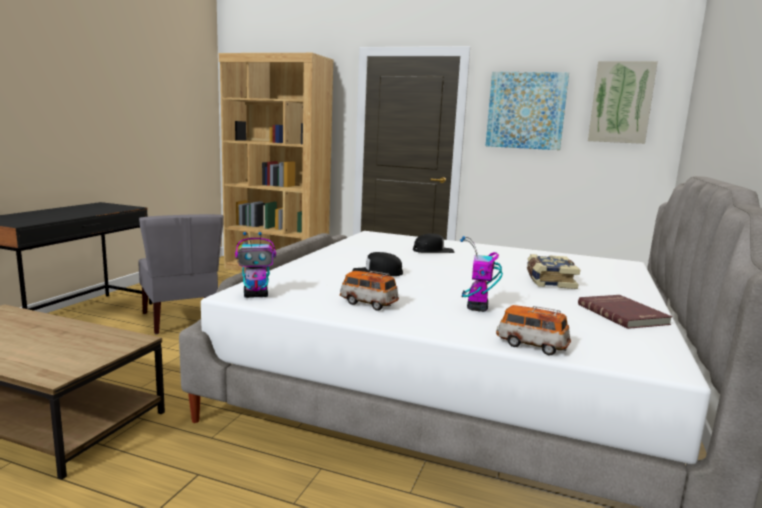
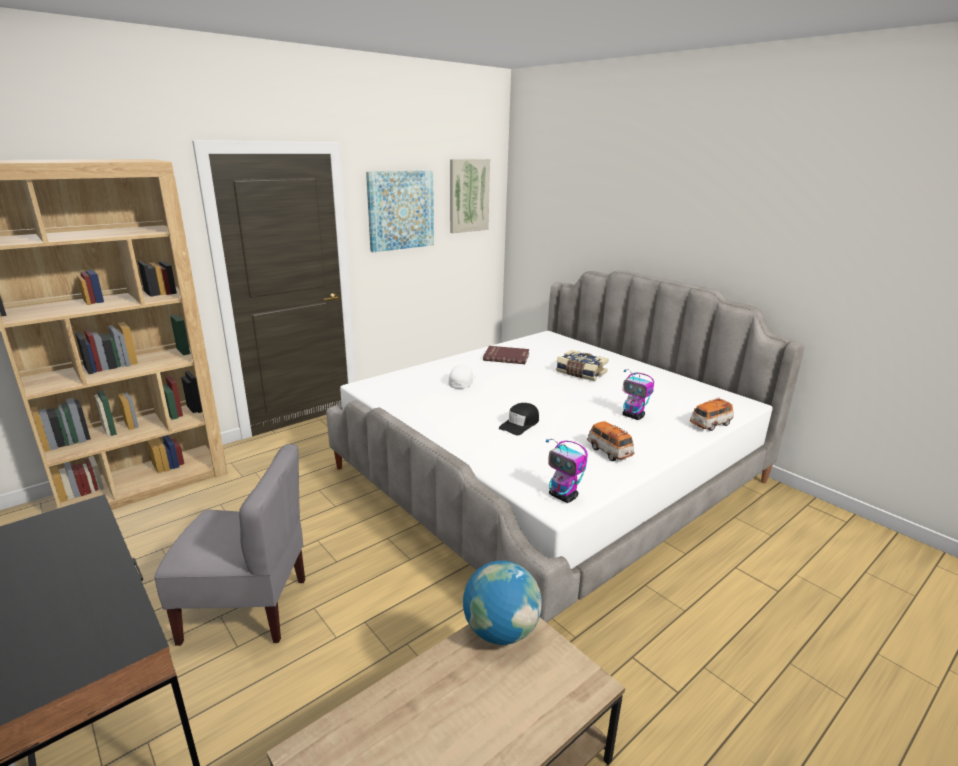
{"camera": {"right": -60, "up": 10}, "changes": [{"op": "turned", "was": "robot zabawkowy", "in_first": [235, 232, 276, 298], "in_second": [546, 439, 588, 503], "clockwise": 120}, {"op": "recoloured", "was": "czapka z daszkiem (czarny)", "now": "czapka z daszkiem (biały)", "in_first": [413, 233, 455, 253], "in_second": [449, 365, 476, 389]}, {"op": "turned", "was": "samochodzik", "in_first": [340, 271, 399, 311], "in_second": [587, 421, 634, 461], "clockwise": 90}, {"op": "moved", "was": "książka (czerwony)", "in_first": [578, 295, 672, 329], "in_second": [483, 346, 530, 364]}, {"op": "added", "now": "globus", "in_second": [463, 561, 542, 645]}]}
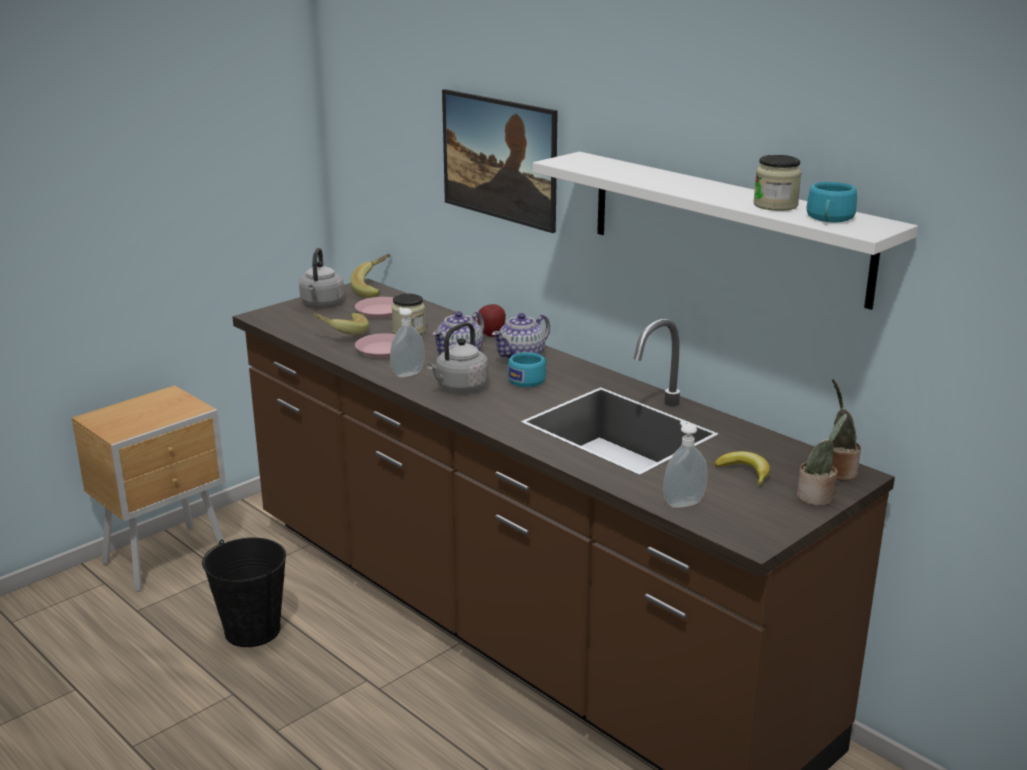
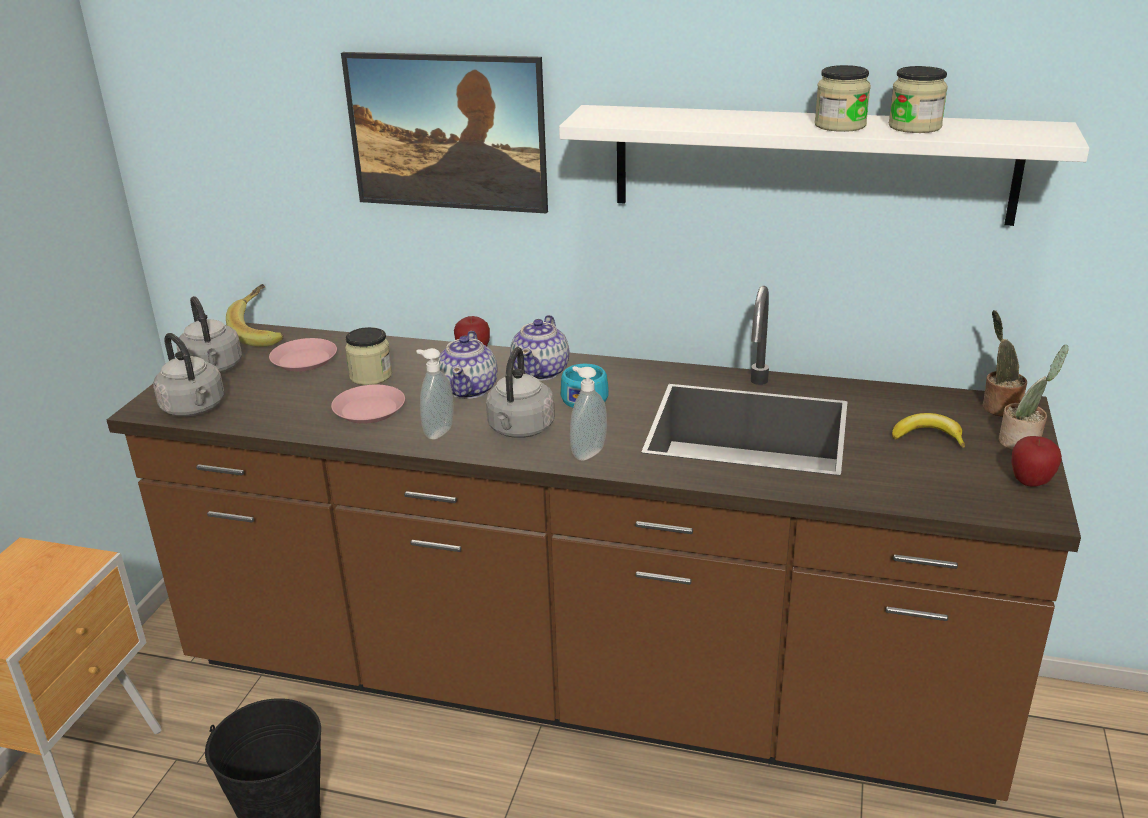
{"camera": {"right": -30, "up": 5}, "changes": [{"op": "removed", "was": "filiżanka (turkusowy)", "in_first": [806, 182, 857, 222]}, {"op": "removed", "was": "banan", "in_first": [309, 311, 369, 335]}, {"op": "moved", "was": "dozownik mydła", "in_first": [663, 421, 708, 508], "in_second": [570, 366, 607, 461]}, {"op": "added", "now": "słoik", "in_second": [815, 65, 871, 132]}, {"op": "added", "now": "czajnik (szary)", "in_second": [153, 333, 224, 416]}, {"op": "added", "now": "jabłko", "in_second": [1011, 436, 1062, 487]}]}
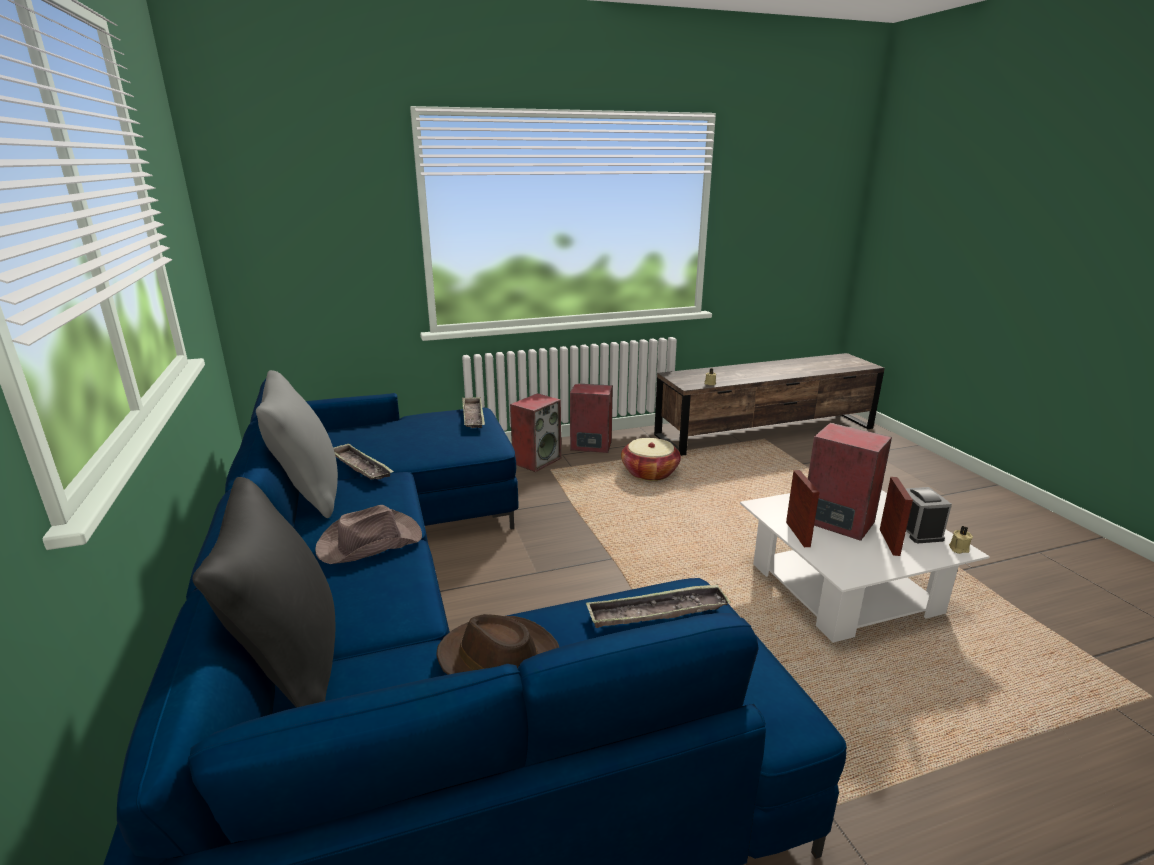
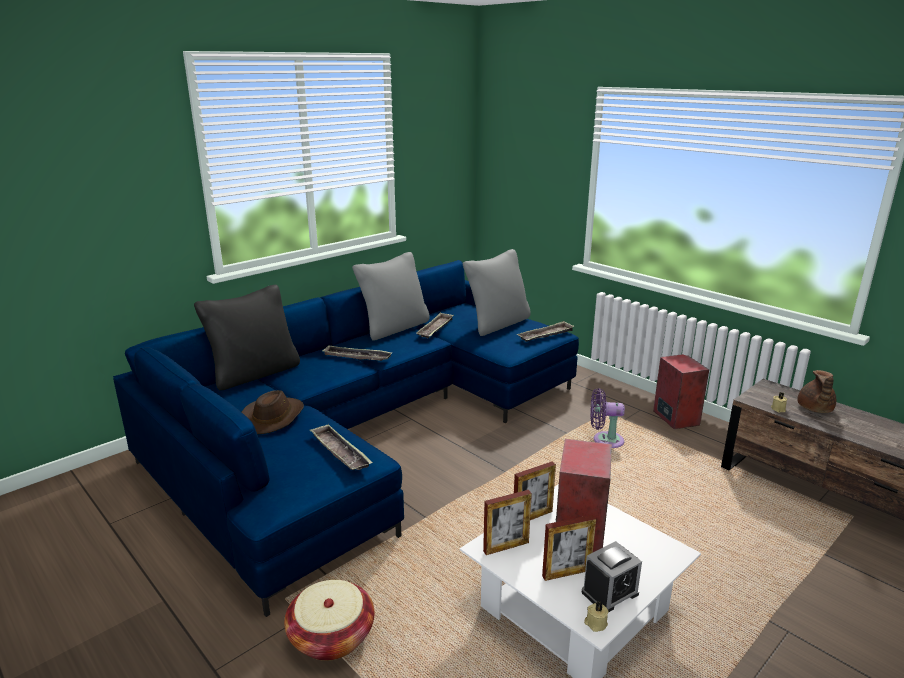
{"camera": {"right": 65, "up": 0}, "changes": [{"op": "removed", "was": "głośnik", "in_first": [510, 393, 561, 472]}, {"op": "moved", "was": "koszyk", "in_first": [621, 438, 681, 481], "in_second": [284, 580, 374, 661]}, {"op": "replaced", "was": "kapelusz (brązowy)", "now": "taca", "in_first": [315, 505, 422, 564], "in_second": [322, 346, 393, 361]}, {"op": "added", "now": "poduszka (szary)", "in_second": [463, 249, 531, 336]}, {"op": "added", "now": "imbryk (brązowy)", "in_second": [797, 370, 836, 413]}, {"op": "added", "now": "wentylator (fioletowy)", "in_second": [590, 388, 625, 448]}, {"op": "added", "now": "ramka na zdjęcie", "in_second": [483, 490, 532, 555]}]}
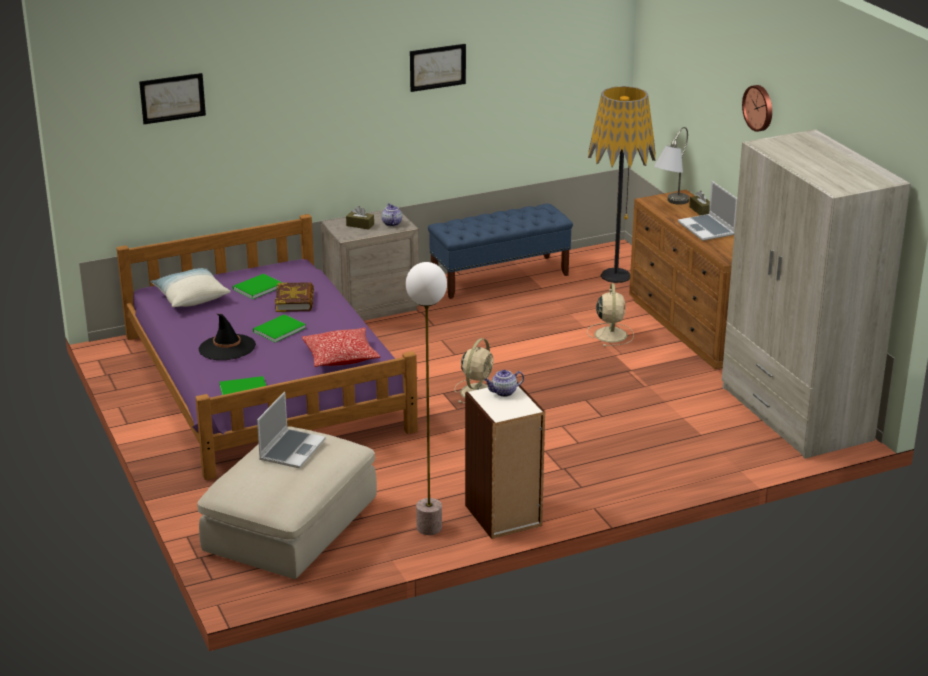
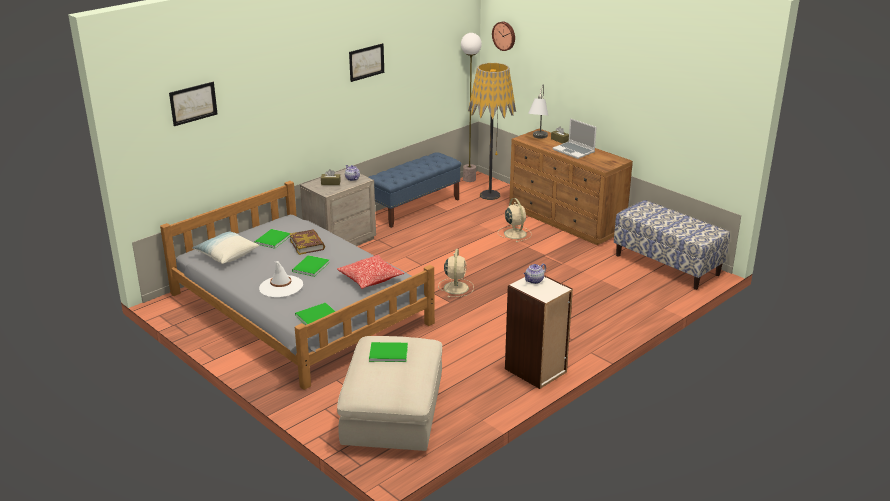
{"camera": {"right": -20, "up": 0}, "changes": [{"op": "moved", "was": "zegar ścienny", "in_first": [742, 85, 772, 132], "in_second": [492, 22, 515, 51]}, {"op": "replaced", "was": "szafa (beżowy)", "now": "ławka", "in_first": [722, 129, 911, 459], "in_second": [614, 200, 730, 290]}, {"op": "recoloured", "was": "łóżko (fioletowy)", "now": "łóżko (szary)", "in_first": [116, 214, 418, 480], "in_second": [160, 181, 435, 390]}, {"op": "moved", "was": "lampa stojąca", "in_first": [406, 262, 447, 535], "in_second": [461, 33, 482, 182]}, {"op": "recoloured", "was": "kapelusz (czarny)", "now": "kapelusz (biały)", "in_first": [199, 314, 256, 360], "in_second": [259, 261, 303, 297]}, {"op": "replaced", "was": "laptop", "now": "książka (zielony)", "in_first": [257, 392, 326, 468], "in_second": [369, 342, 408, 362]}]}
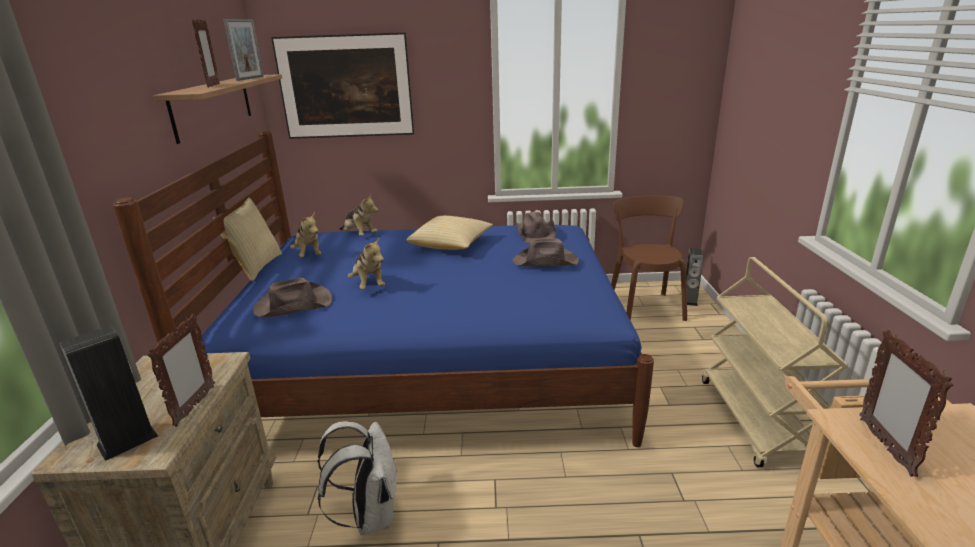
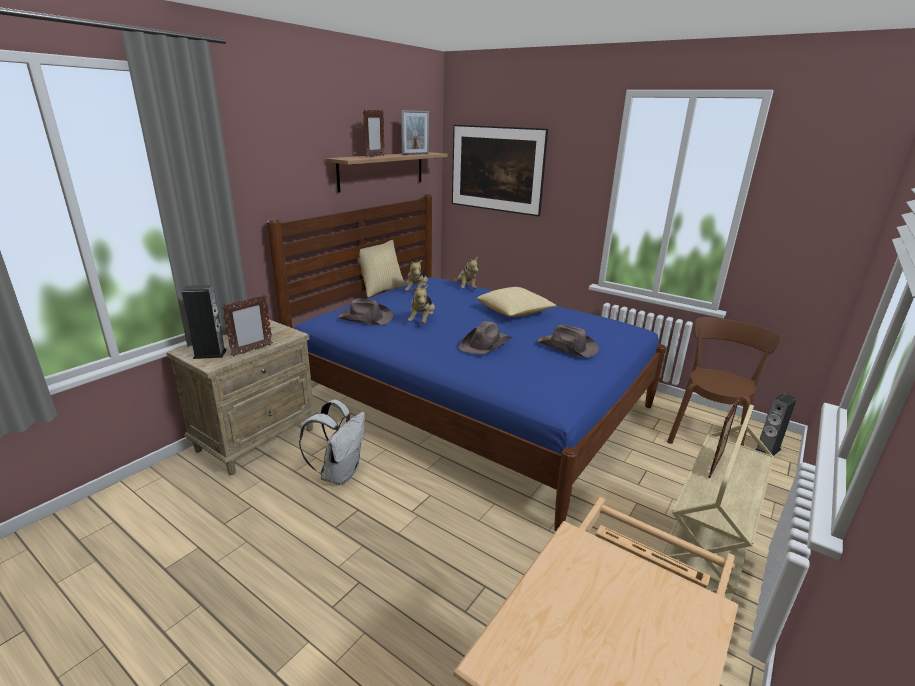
{"camera": {"right": 35, "up": 0}, "changes": [{"op": "moved", "was": "kapelusz (brązowy)", "in_first": [515, 212, 556, 243], "in_second": [458, 321, 512, 354]}, {"op": "moved", "was": "ramka na zdjęcie", "in_first": [859, 330, 953, 477], "in_second": [709, 396, 740, 478]}]}
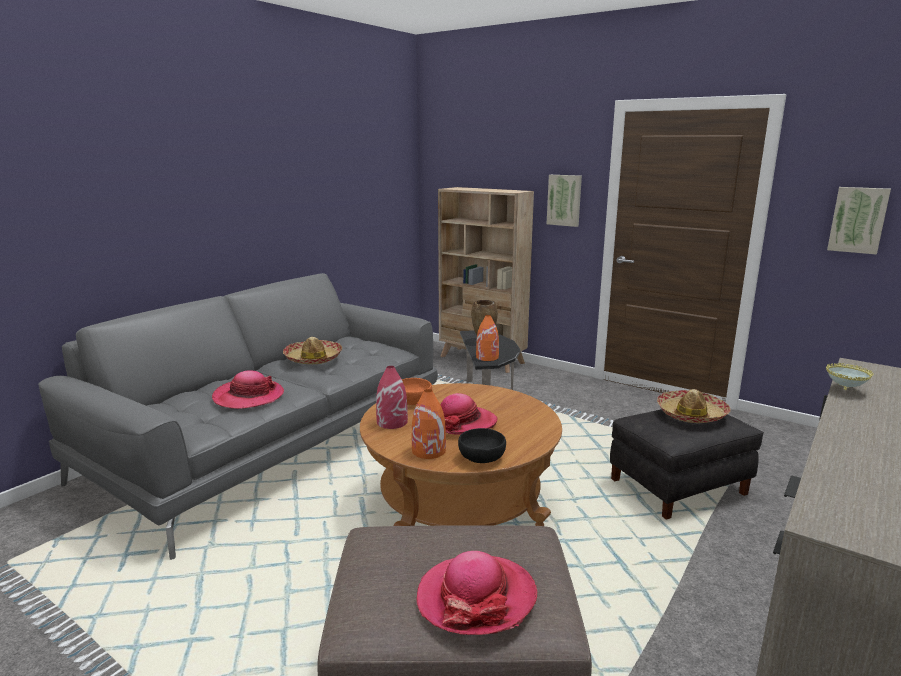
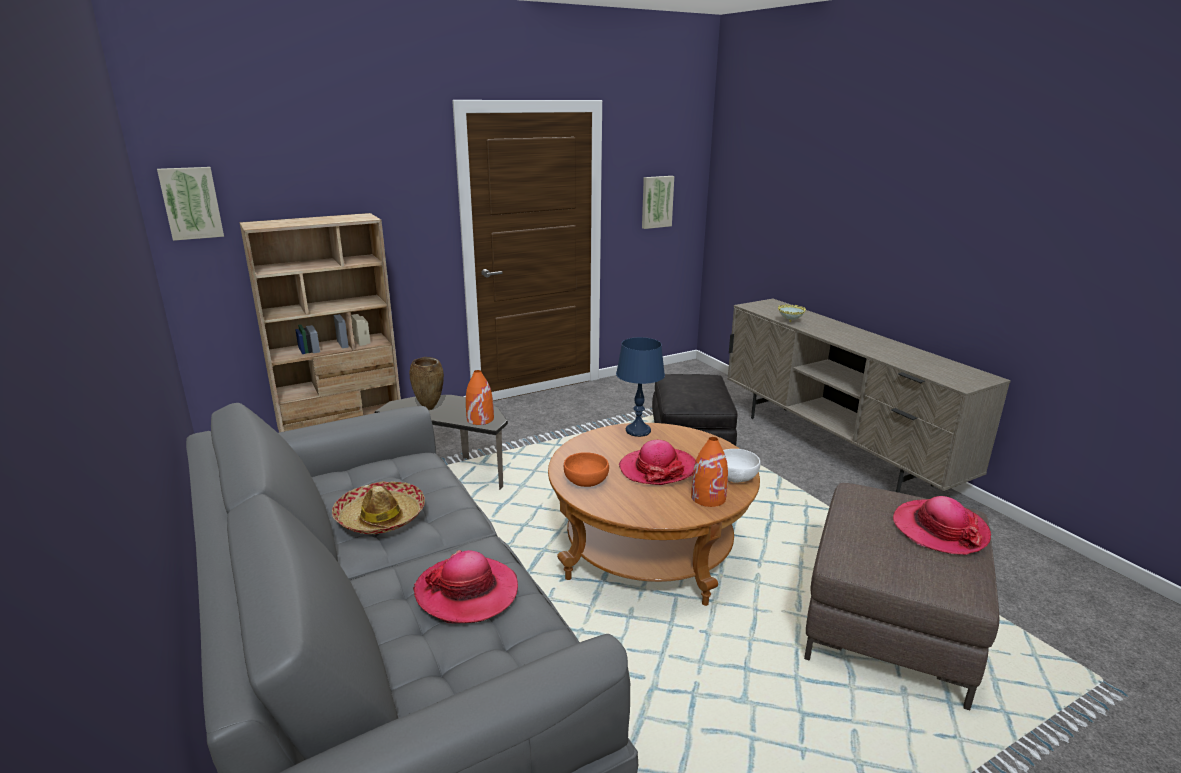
{"camera": {"right": -65, "up": 5}, "changes": [{"op": "moved", "was": "obraz", "in_first": [547, 175, 582, 227], "in_second": [157, 167, 224, 241]}, {"op": "removed", "was": "wazon (czerwony)", "in_first": [376, 366, 408, 429]}, {"op": "removed", "was": "kapelusz", "in_first": [657, 389, 731, 423]}, {"op": "recoloured", "was": "miska (czarny)", "now": "miska (biały)", "in_first": [458, 428, 506, 463], "in_second": [723, 449, 761, 483]}, {"op": "added", "now": "lampa stołowa (niebieski)", "in_second": [616, 337, 665, 437]}]}
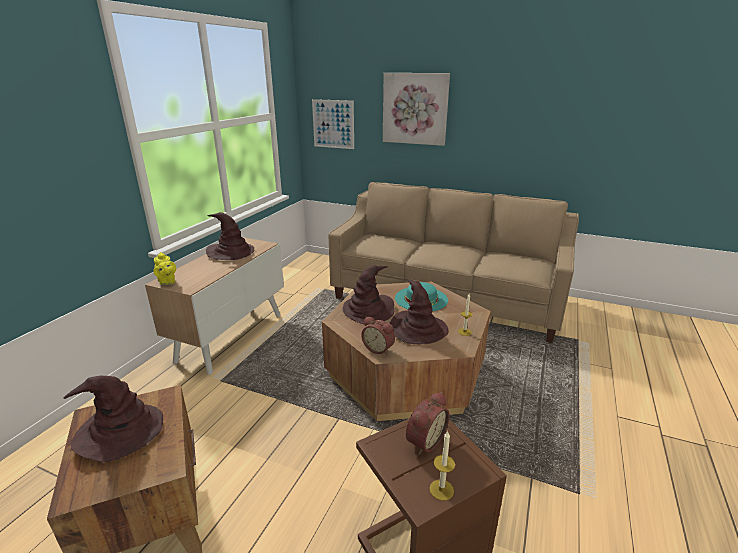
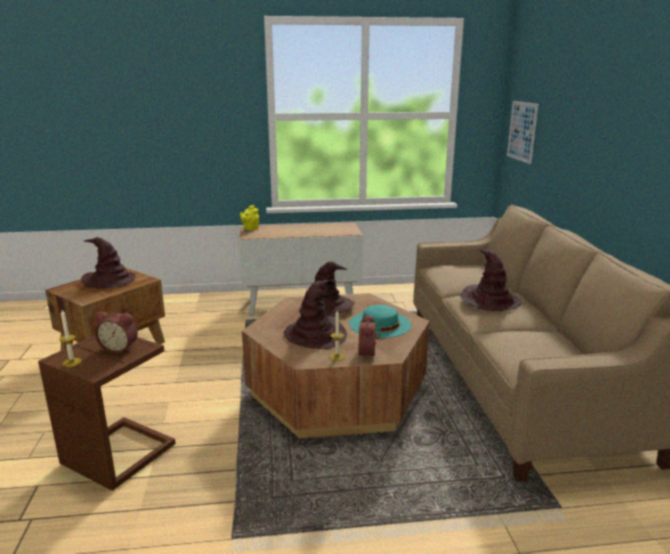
{"camera": {"right": 60, "up": -5}, "changes": [{"op": "removed", "was": "obraz", "in_first": [383, 73, 450, 146]}, {"op": "moved", "was": "kapelusz (brązowy)", "in_first": [206, 212, 254, 260], "in_second": [460, 250, 522, 311]}, {"op": "moved", "was": "budzik", "in_first": [362, 317, 395, 355], "in_second": [359, 314, 380, 360]}]}
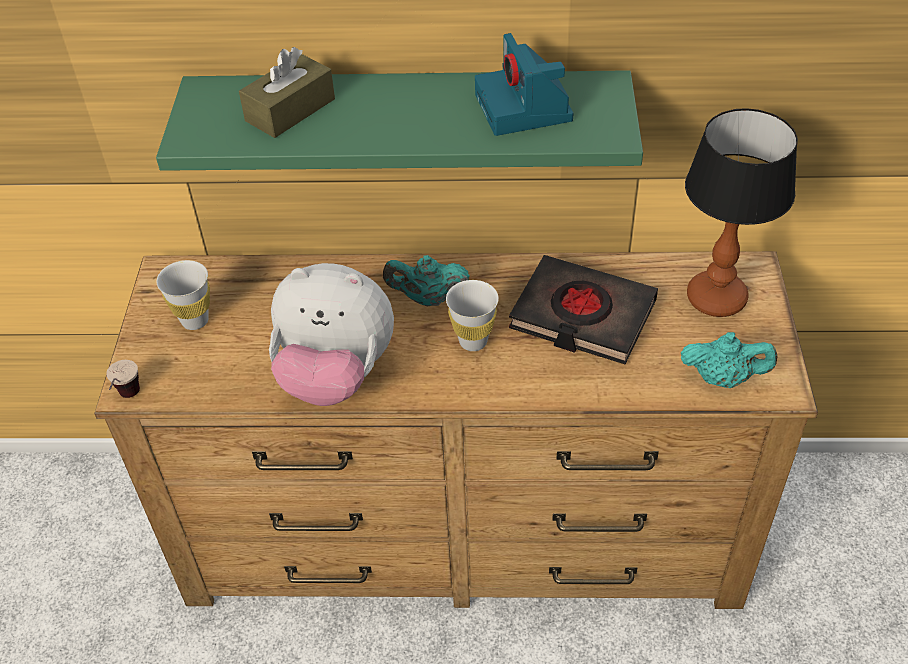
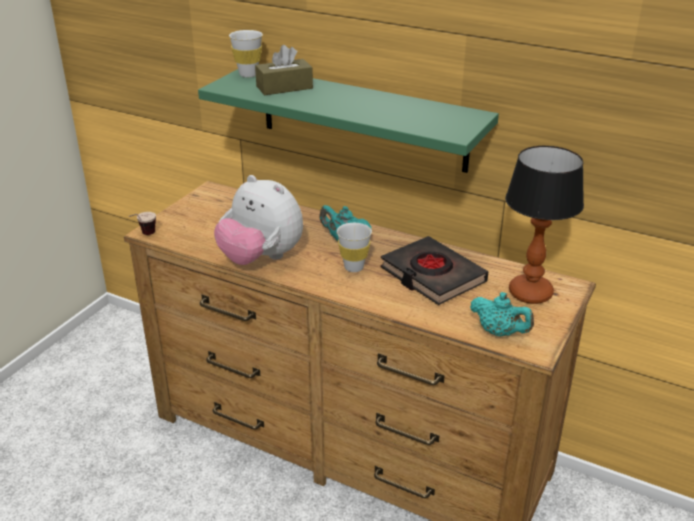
{"camera": {"right": 25, "up": -15}, "changes": [{"op": "removed", "was": "aparat fotograficzny", "in_first": [475, 33, 573, 136]}, {"op": "moved", "was": "filiżanka (biały)", "in_first": [156, 260, 210, 330], "in_second": [229, 30, 263, 77]}]}
